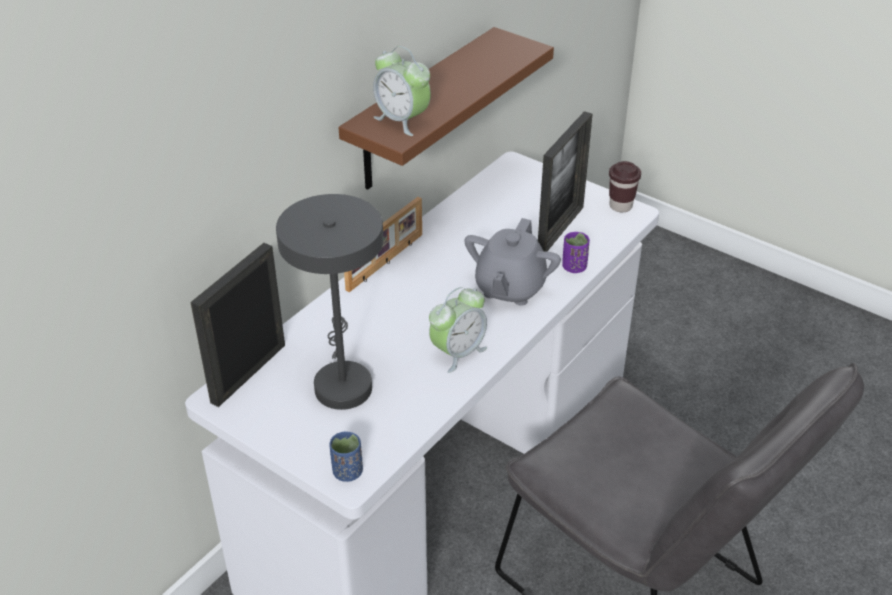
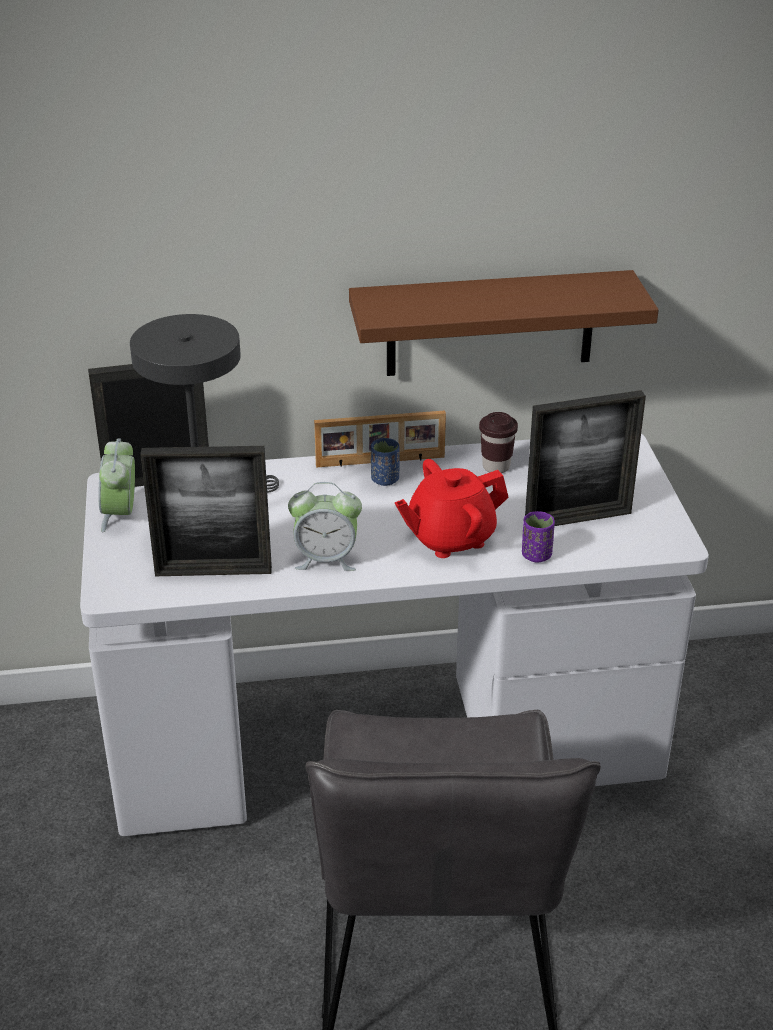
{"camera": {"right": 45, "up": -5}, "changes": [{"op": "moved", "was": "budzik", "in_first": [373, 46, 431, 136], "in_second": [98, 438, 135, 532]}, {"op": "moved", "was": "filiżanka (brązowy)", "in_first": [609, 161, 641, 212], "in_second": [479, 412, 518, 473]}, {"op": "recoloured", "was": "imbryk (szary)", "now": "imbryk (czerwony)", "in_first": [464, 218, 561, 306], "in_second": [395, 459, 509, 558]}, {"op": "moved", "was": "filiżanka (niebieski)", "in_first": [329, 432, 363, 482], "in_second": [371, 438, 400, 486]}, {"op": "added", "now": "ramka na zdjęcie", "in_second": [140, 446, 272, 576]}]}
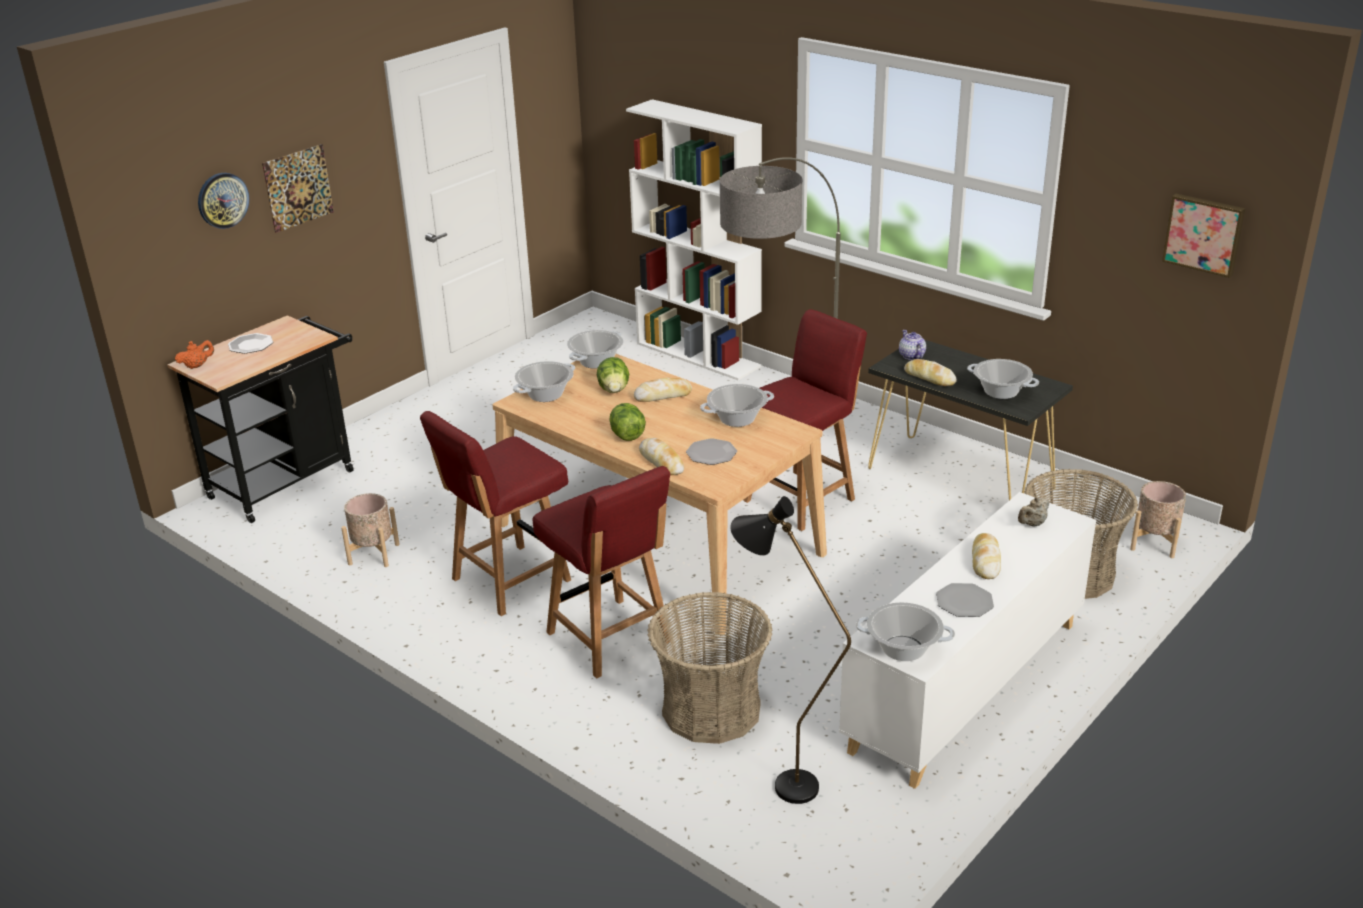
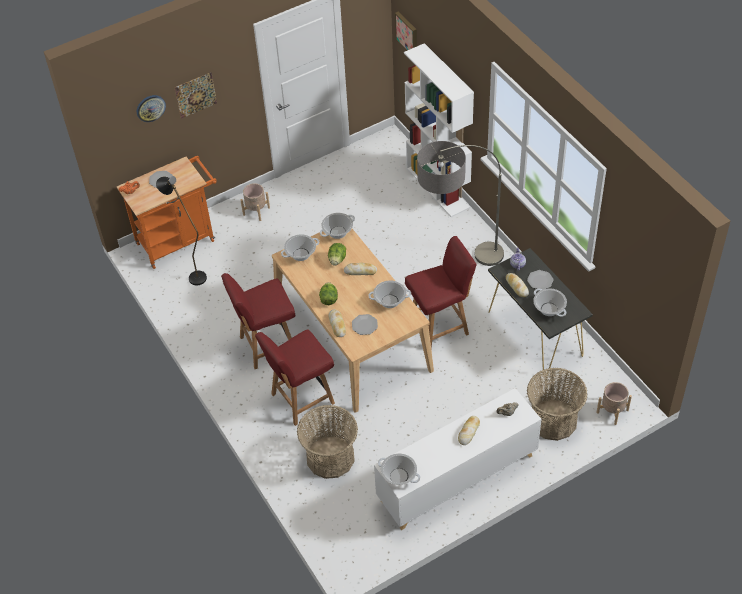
{"camera": {"right": 20, "up": 20}, "changes": [{"op": "moved", "was": "obraz", "in_first": [1162, 194, 1245, 278], "in_second": [395, 11, 417, 51]}, {"op": "recoloured", "was": "wózek (czarny)", "now": "wózek (pomarańczowy)", "in_first": [167, 315, 355, 523], "in_second": [117, 156, 217, 269]}, {"op": "turned", "was": "krzesło (czerwony)", "in_first": [533, 466, 670, 678], "in_second": [255, 330, 335, 426], "clockwise": 75}, {"op": "moved", "was": "donica (beżowy)", "in_first": [341, 493, 400, 567], "in_second": [241, 183, 270, 221]}, {"op": "moved", "was": "lampa stojąca (czarny)", "in_first": [731, 496, 851, 804], "in_second": [156, 176, 207, 285]}, {"op": "moved", "was": "talerz", "in_first": [936, 583, 994, 617], "in_second": [527, 270, 554, 290]}]}
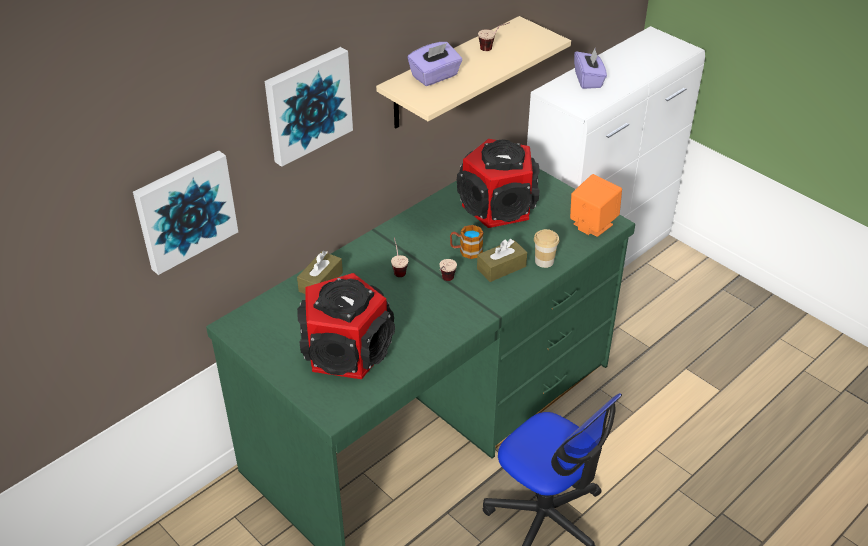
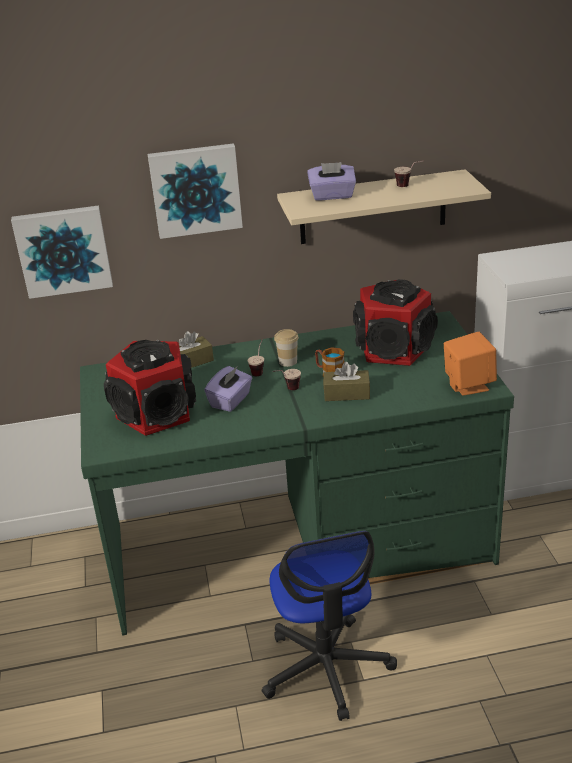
{"camera": {"right": 35, "up": -10}, "changes": [{"op": "moved", "was": "pudełko chusteczek (fioletowy)", "in_first": [574, 49, 607, 89], "in_second": [204, 366, 252, 412]}, {"op": "moved", "was": "filiżanka", "in_first": [534, 229, 559, 268], "in_second": [274, 329, 299, 367]}]}
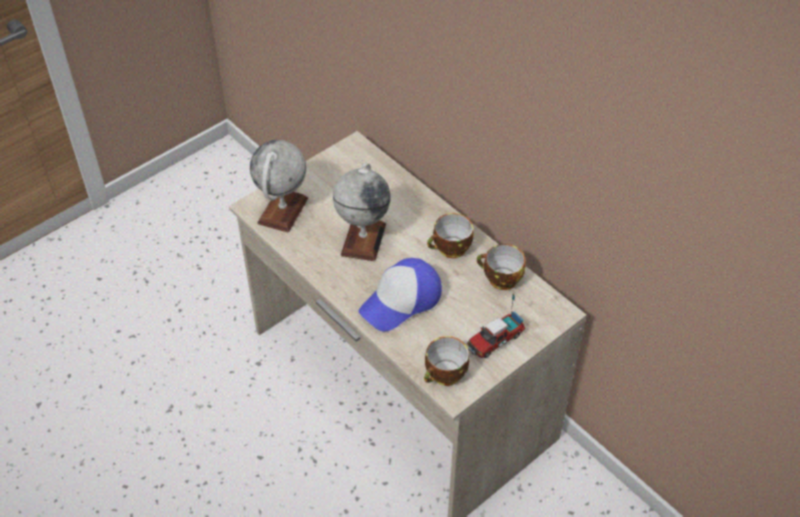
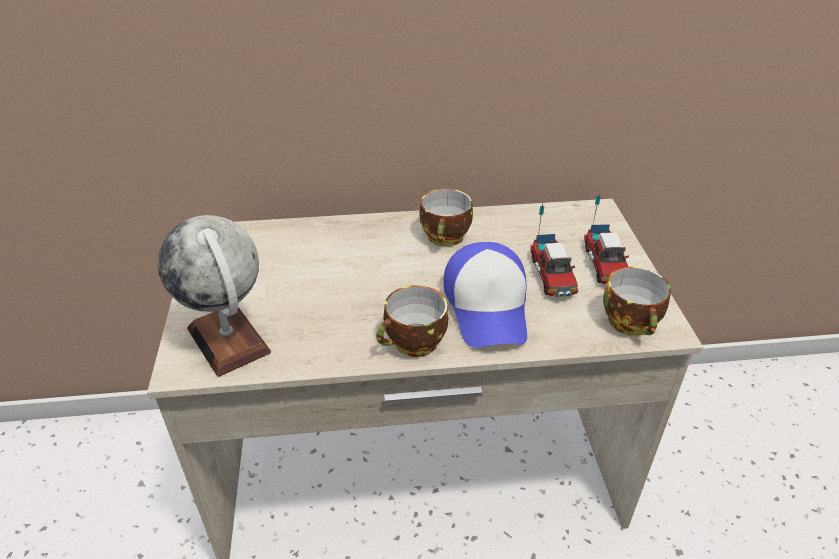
{"camera": {"right": -55, "up": -10}, "changes": [{"op": "removed", "was": "globus", "in_first": [333, 163, 391, 261]}, {"op": "moved", "was": "filiżanka", "in_first": [477, 244, 526, 290], "in_second": [376, 285, 448, 357]}, {"op": "added", "now": "ciężarówka zabawkowa", "in_second": [530, 204, 579, 297]}]}
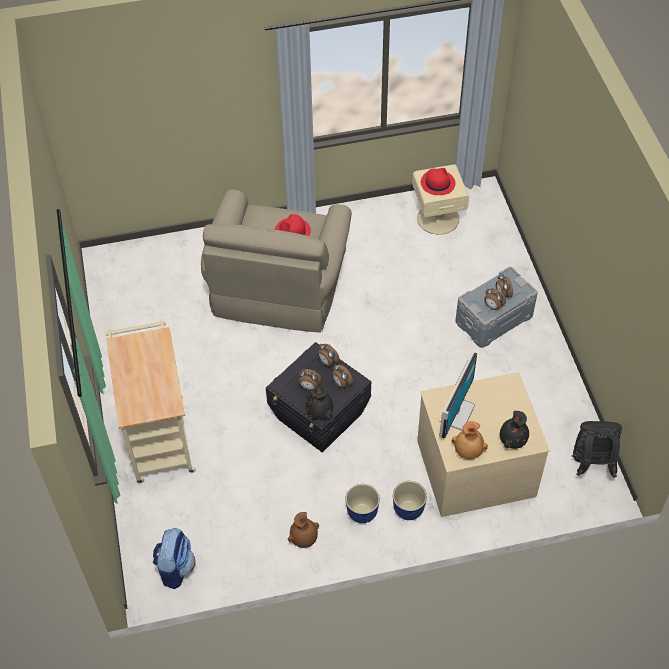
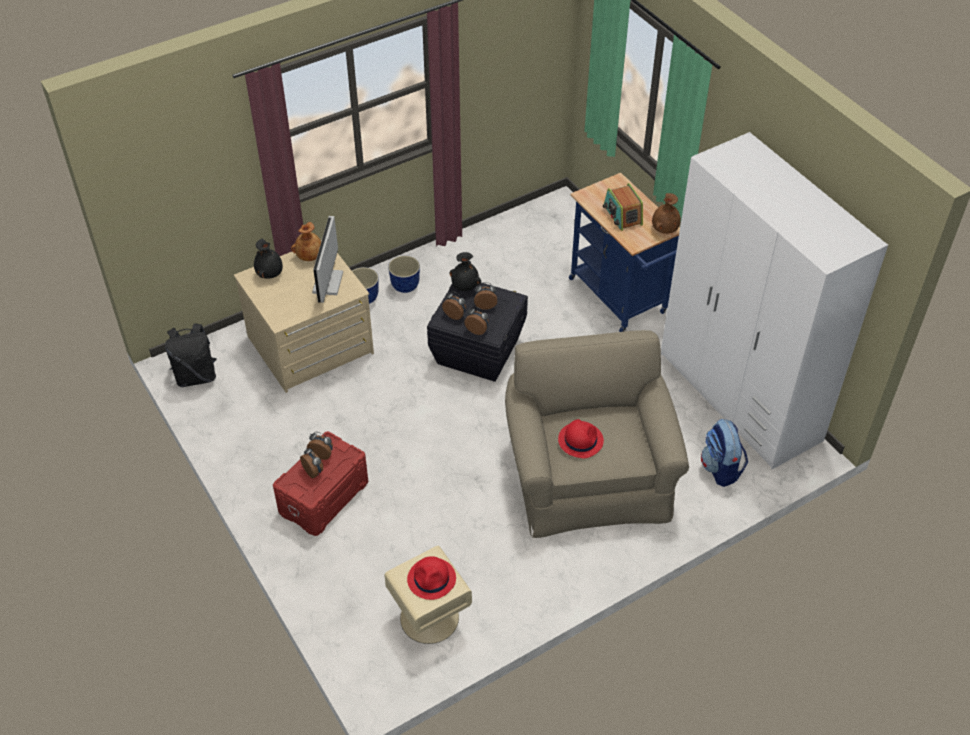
{"camera": {"right": 160, "up": -5}, "changes": [{"op": "recoloured", "was": "pojemnik do przechowywania (szary)", "now": "pojemnik do przechowywania (czerwony)", "in_first": [455, 267, 538, 348], "in_second": [273, 431, 368, 536]}, {"op": "recoloured", "was": "wózek (beżowy)", "now": "wózek (niebieski)", "in_first": [106, 319, 196, 483], "in_second": [569, 173, 680, 332]}, {"op": "moved", "was": "wazon (brązowy)", "in_first": [288, 512, 319, 548], "in_second": [652, 193, 681, 234]}, {"op": "moved", "was": "plecak", "in_first": [153, 528, 196, 589], "in_second": [701, 419, 748, 487]}, {"op": "added", "now": "szafa (biały)", "in_second": [661, 132, 888, 469]}, {"op": "added", "now": "radio", "in_second": [603, 183, 643, 231]}]}
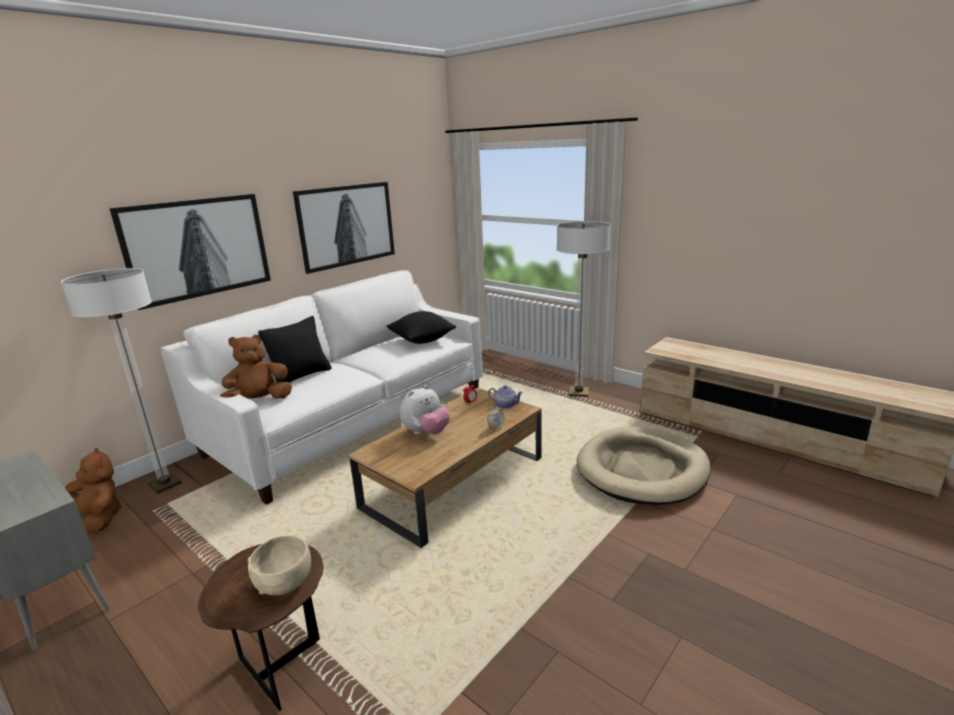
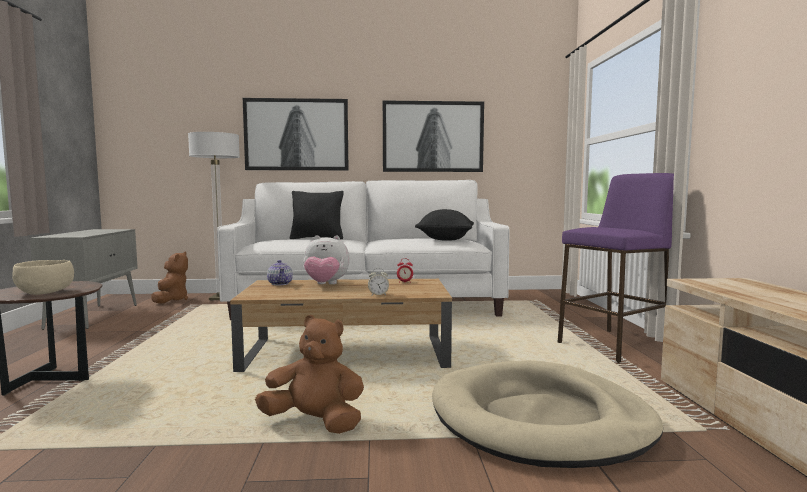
{"camera": {"right": 45, "up": -15}, "changes": [{"op": "replaced", "was": "lampa stojąca", "now": "stołek (fioletowy)", "in_first": [556, 221, 611, 397], "in_second": [558, 173, 674, 364]}, {"op": "moved", "was": "pluszak (brązowy)", "in_first": [220, 334, 292, 399], "in_second": [255, 315, 364, 434]}, {"op": "moved", "was": "imbryk", "in_first": [488, 385, 523, 408], "in_second": [267, 260, 293, 286]}]}
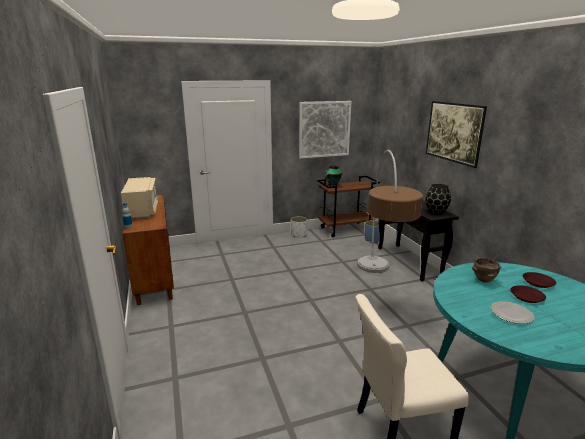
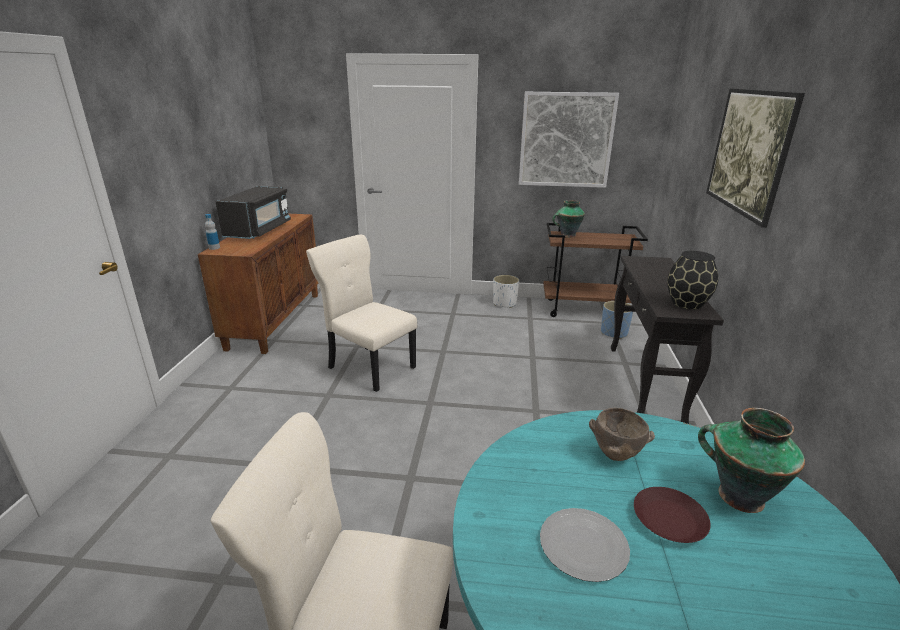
{"camera": {"right": 25, "up": 5}, "changes": [{"op": "removed", "was": "lampa stojąca", "in_first": [357, 150, 423, 273]}, {"op": "recoloured", "was": "mikrofalówka (beżowy)", "now": "mikrofalówka (czarny)", "in_first": [121, 177, 158, 218], "in_second": [216, 186, 291, 239]}, {"op": "replaced", "was": "talerz (brązowy)", "now": "wazon", "in_first": [523, 272, 556, 288], "in_second": [698, 408, 805, 513]}, {"op": "added", "now": "krzesło (beżowy)", "in_second": [306, 235, 417, 392]}]}
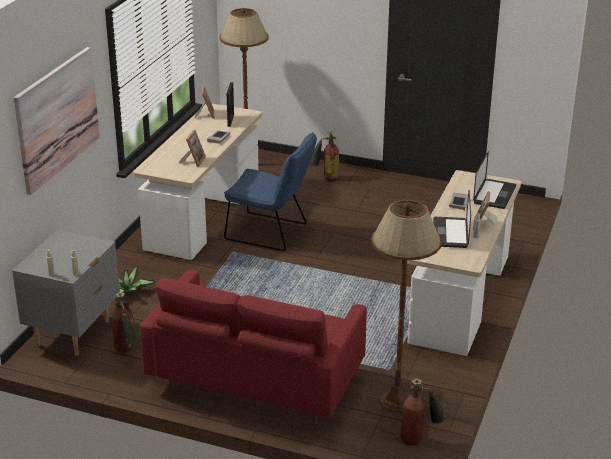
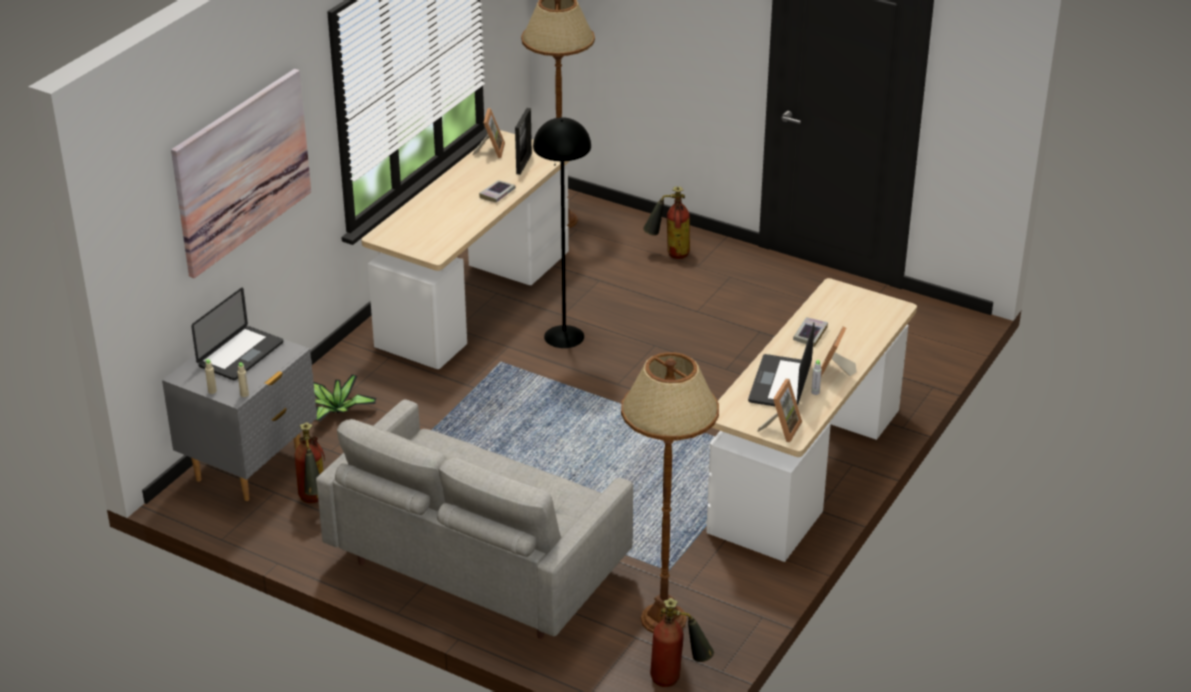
{"camera": {"right": 10, "up": 5}, "changes": [{"op": "moved", "was": "ramka na zdjęcie", "in_first": [179, 130, 206, 167], "in_second": [758, 379, 802, 442]}, {"op": "replaced", "was": "krzesło (niebieski)", "now": "lampa stojąca (czarny)", "in_first": [224, 132, 317, 251], "in_second": [533, 117, 591, 348]}, {"op": "moved", "was": "laptop", "in_first": [473, 151, 516, 209], "in_second": [191, 287, 283, 380]}, {"op": "recoloured", "was": "kanapa (czerwony)", "now": "kanapa (szary)", "in_first": [140, 270, 367, 424], "in_second": [316, 399, 633, 639]}]}
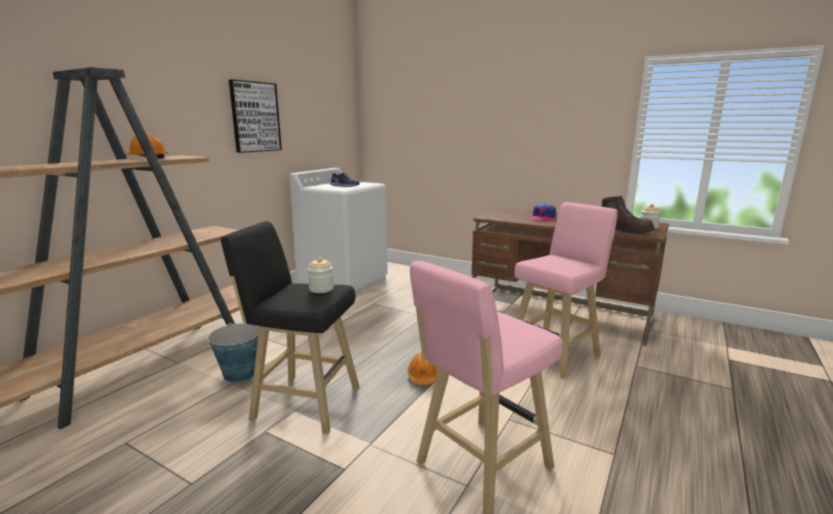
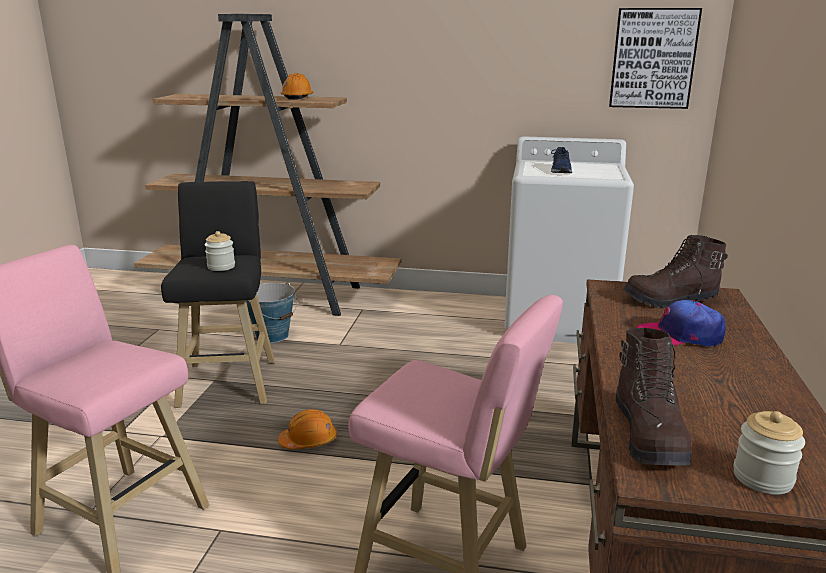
{"camera": {"right": 70, "up": 5}, "changes": [{"op": "moved", "was": "obraz", "in_first": [229, 79, 282, 153], "in_second": [609, 8, 702, 109]}, {"op": "added", "now": "but z cholewką (brązowy)", "in_second": [623, 235, 728, 308]}]}
